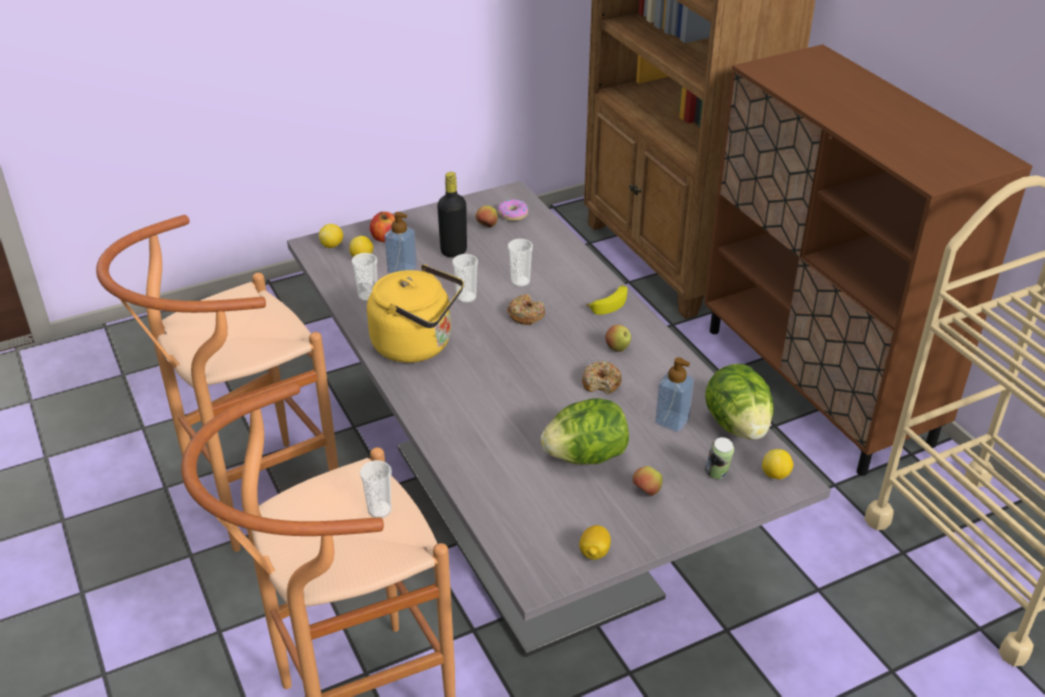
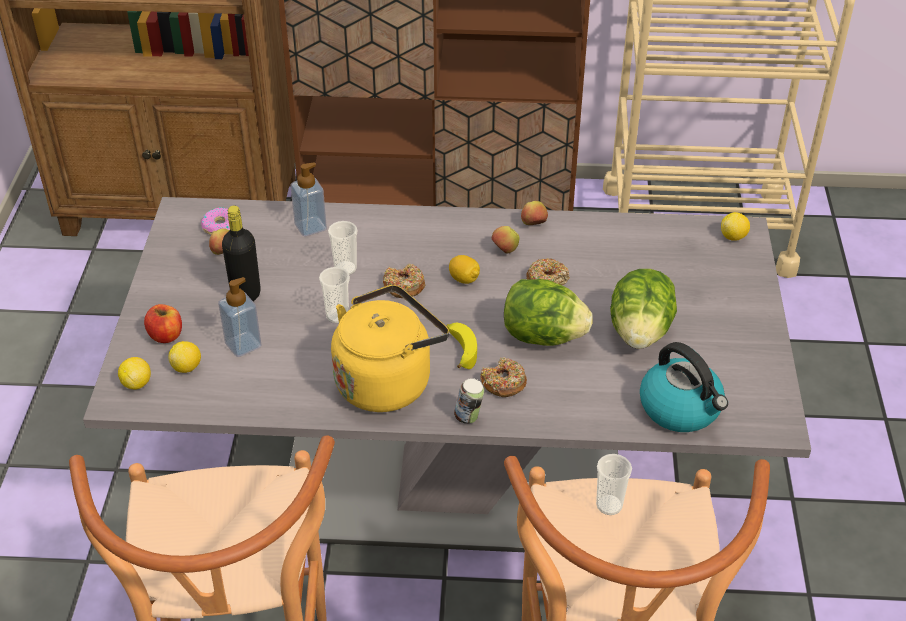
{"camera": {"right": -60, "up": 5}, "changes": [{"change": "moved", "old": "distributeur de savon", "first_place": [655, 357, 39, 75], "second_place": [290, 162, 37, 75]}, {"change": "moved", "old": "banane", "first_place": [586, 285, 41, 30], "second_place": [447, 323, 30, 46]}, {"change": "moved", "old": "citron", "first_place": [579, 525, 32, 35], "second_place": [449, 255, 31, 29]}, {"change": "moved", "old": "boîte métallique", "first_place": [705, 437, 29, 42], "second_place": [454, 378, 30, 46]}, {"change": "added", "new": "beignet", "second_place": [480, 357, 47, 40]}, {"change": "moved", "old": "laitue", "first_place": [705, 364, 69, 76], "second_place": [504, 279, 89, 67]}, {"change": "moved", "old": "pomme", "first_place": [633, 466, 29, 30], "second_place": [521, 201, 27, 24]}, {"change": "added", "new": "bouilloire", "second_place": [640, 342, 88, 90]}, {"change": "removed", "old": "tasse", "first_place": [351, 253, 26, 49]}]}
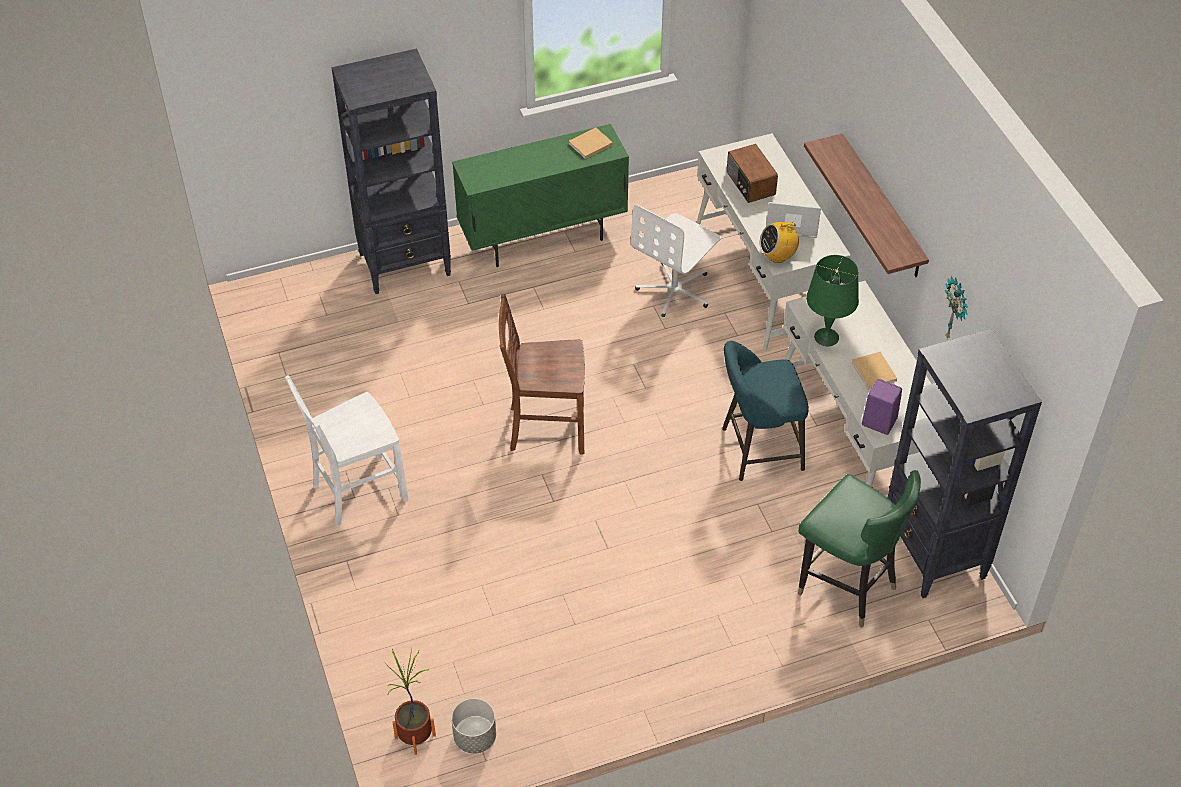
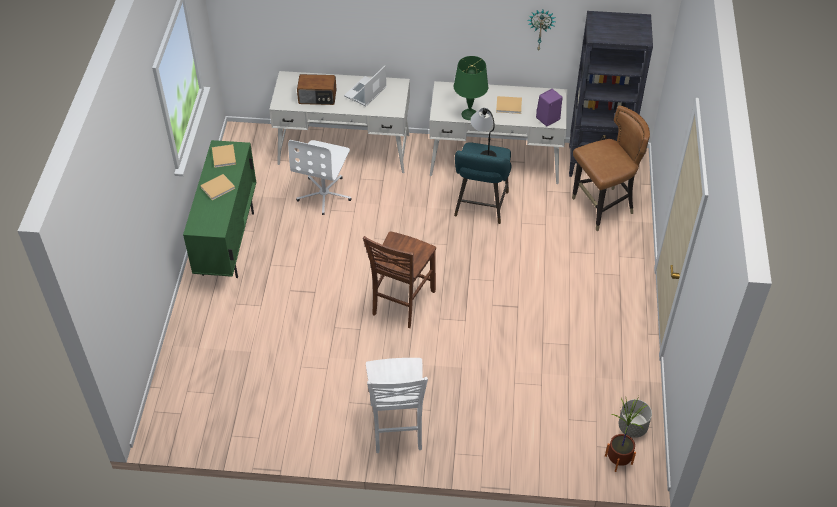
{"camera": {"right": -65, "up": 0}, "changes": [{"change": "added", "new": "livre/beige", "second_place": [200, 174, 35, 26]}, {"change": "turned", "old": "chaise de bureau/blanc", "first_place": [631, 204, 90, 113], "second_place": [288, 140, 64, 75], "degrees": 45}, {"change": "added", "new": "lampe de table", "second_place": [471, 108, 26, 49]}, {"change": "recoloured", "old": "chaise/vert", "new": "chaise/marron", "first_place": [798, 470, 123, 158], "second_place": [572, 106, 78, 125]}, {"change": "removed", "old": "bibliothèque/noir", "first_place": [331, 48, 120, 246]}, {"change": "removed", "old": "radio", "first_place": [760, 220, 39, 43]}, {"change": "removed", "old": "étagère", "first_place": [804, 133, 125, 144]}]}
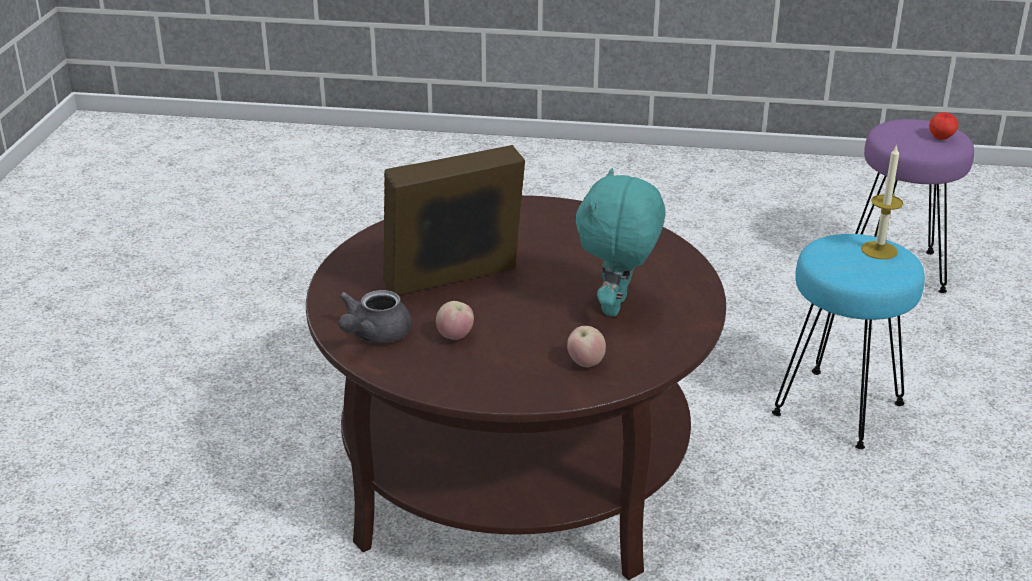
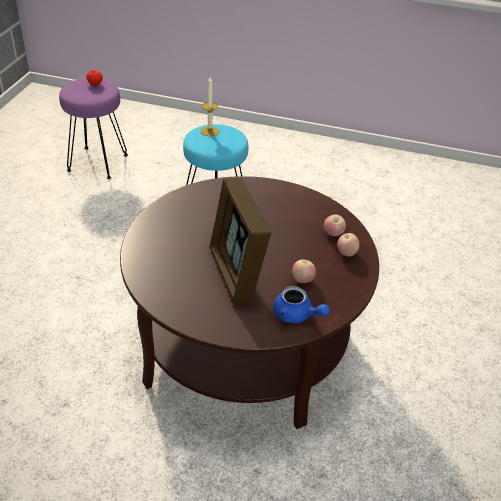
{"camera": {"right": -85, "up": 10}, "changes": [{"change": "recoloured", "old": "théière/gris", "new": "théière/bleu", "first_place": [339, 290, 73, 53], "second_place": [273, 286, 57, 37]}, {"change": "added", "new": "pomme", "second_place": [337, 233, 23, 24]}, {"change": "removed", "old": "peluche/turquoise", "first_place": [576, 168, 90, 148]}]}
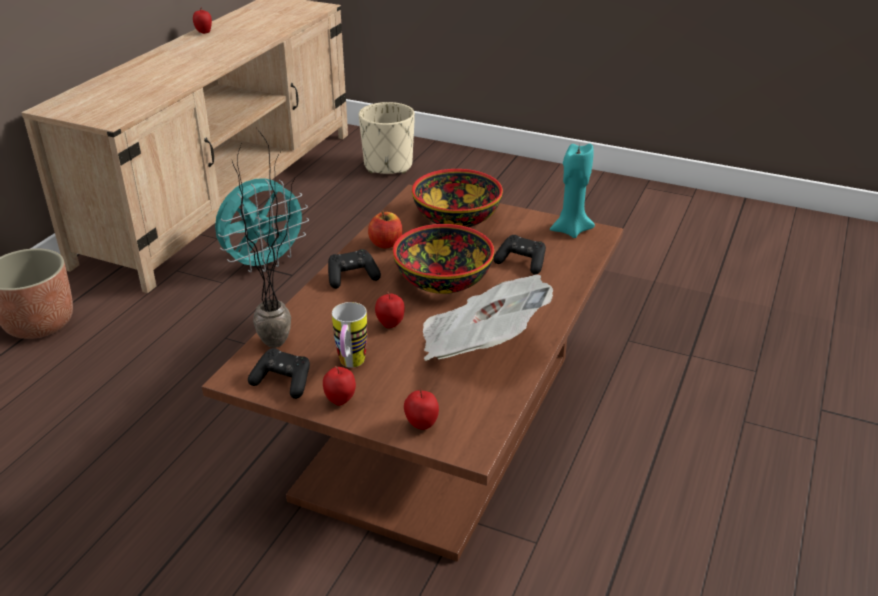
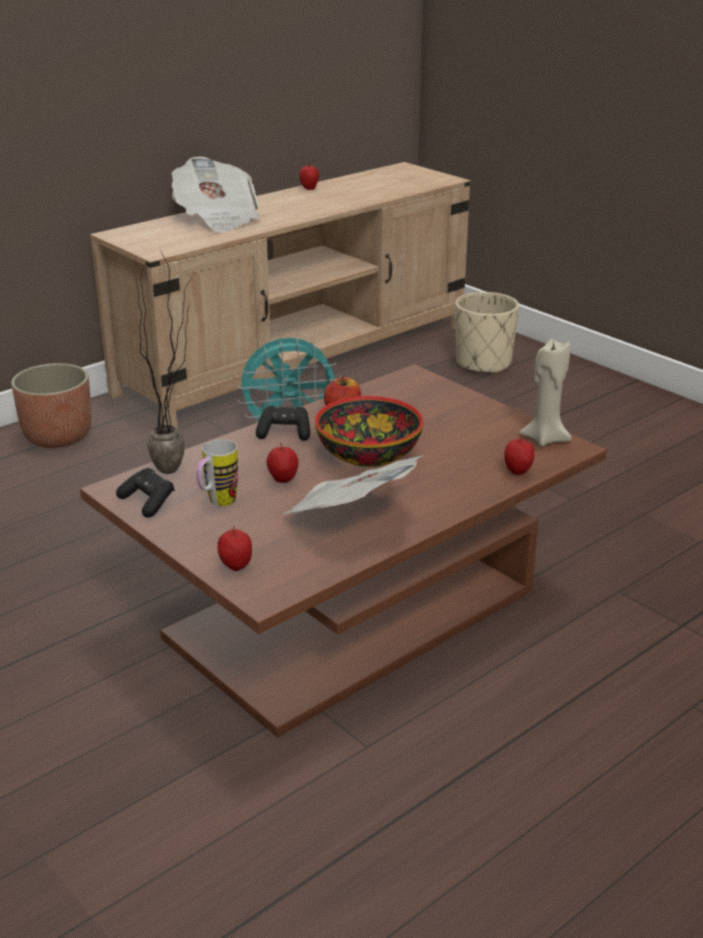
{"camera": {"right": 25, "up": -5}, "changes": [{"change": "added", "new": "journal", "second_place": [172, 157, 88, 76]}, {"change": "moved", "old": "pomme", "first_place": [323, 366, 33, 40], "second_place": [504, 436, 31, 39]}, {"change": "recoloured", "old": "bougie/turquoise", "new": "bougie/beige", "first_place": [550, 144, 45, 94], "second_place": [520, 339, 52, 108]}, {"change": "removed", "old": "bol", "first_place": [412, 169, 91, 58]}, {"change": "removed", "old": "manette/noir", "first_place": [493, 235, 53, 40]}]}
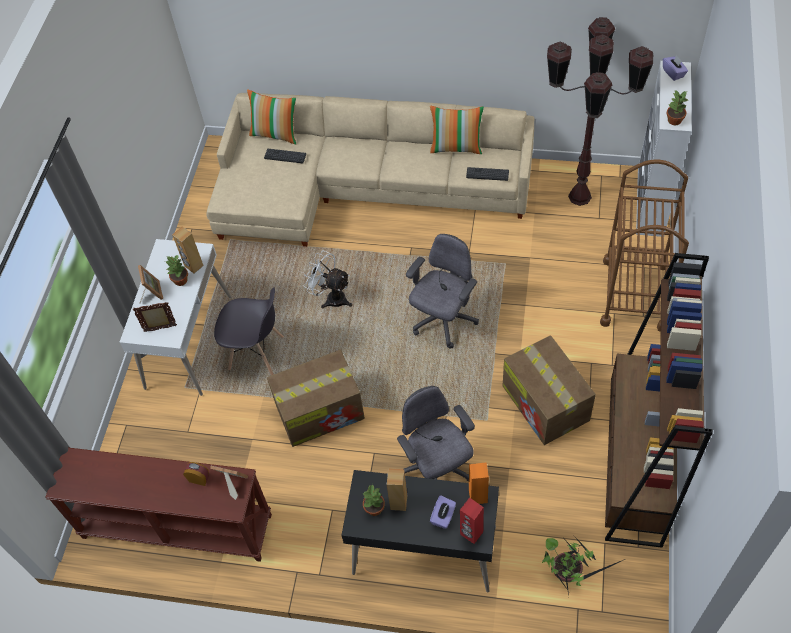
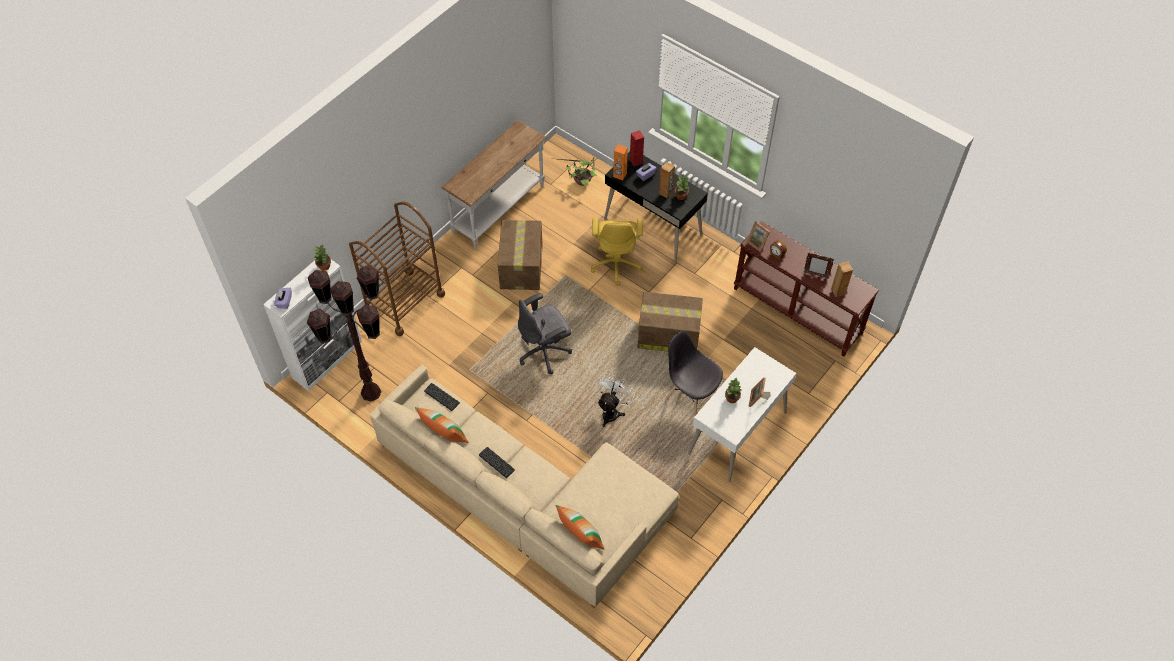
{"camera": {"right": -155, "up": 0}, "changes": [{"change": "replaced", "old": "bibliothèque/marron", "new": "table console/blanc", "first_place": [605, 253, 108, 295], "second_place": [442, 120, 105, 129]}, {"change": "moved", "old": "clavier", "first_place": [264, 149, 42, 14], "second_place": [479, 447, 36, 31]}, {"change": "recoloured", "old": "chaise de bureau/gris", "new": "chaise de bureau/jaune", "first_place": [397, 386, 78, 96], "second_place": [591, 218, 52, 68]}, {"change": "turned", "old": "ventilateur/blanc", "first_place": [303, 251, 49, 58], "second_place": [597, 374, 38, 53], "degrees": -120}, {"change": "moved", "old": "cadre photo", "first_place": [133, 302, 44, 30], "second_place": [804, 253, 30, 26]}, {"change": "moved", "old": "enceinte/marron", "first_place": [172, 227, 32, 47], "second_place": [831, 261, 22, 36]}]}
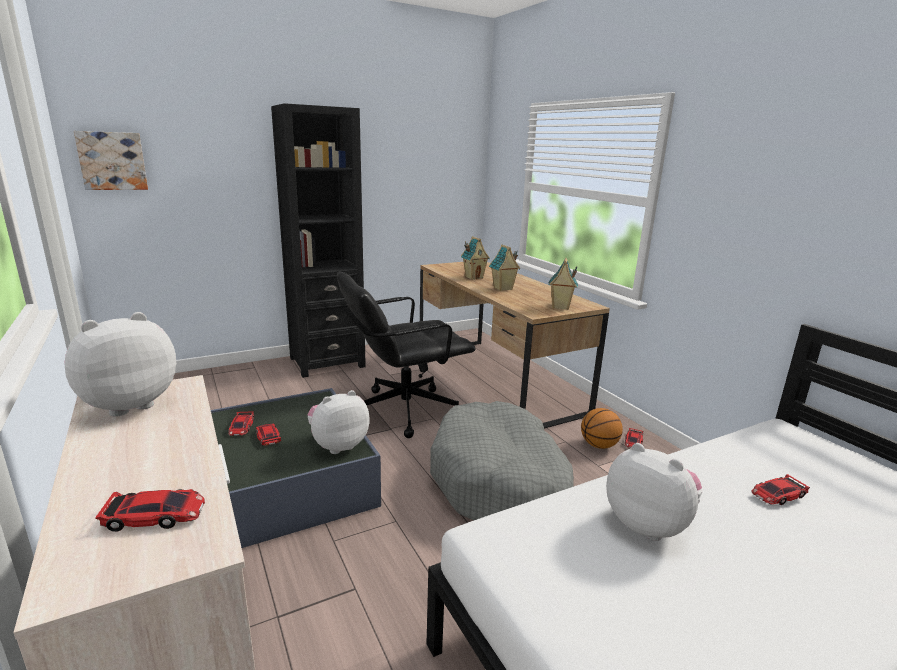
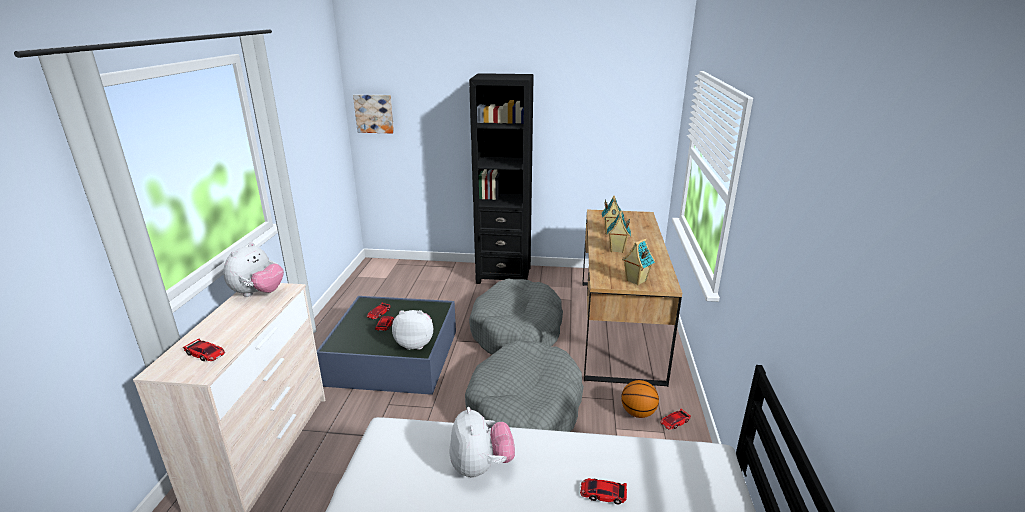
{"camera": {"right": 35, "up": 5}, "changes": [{"change": "turned", "old": "peluche", "first_place": [64, 312, 112, 105], "second_place": [223, 242, 61, 55], "degrees": 120}, {"change": "replaced", "old": "chaise de bureau/noir", "new": "panier pour chien/gris", "first_place": [337, 271, 139, 167], "second_place": [469, 278, 94, 77]}]}
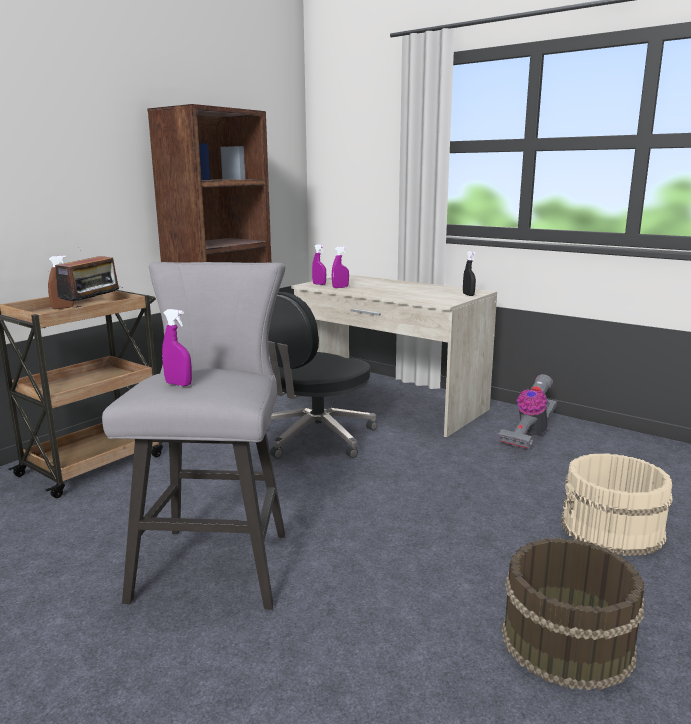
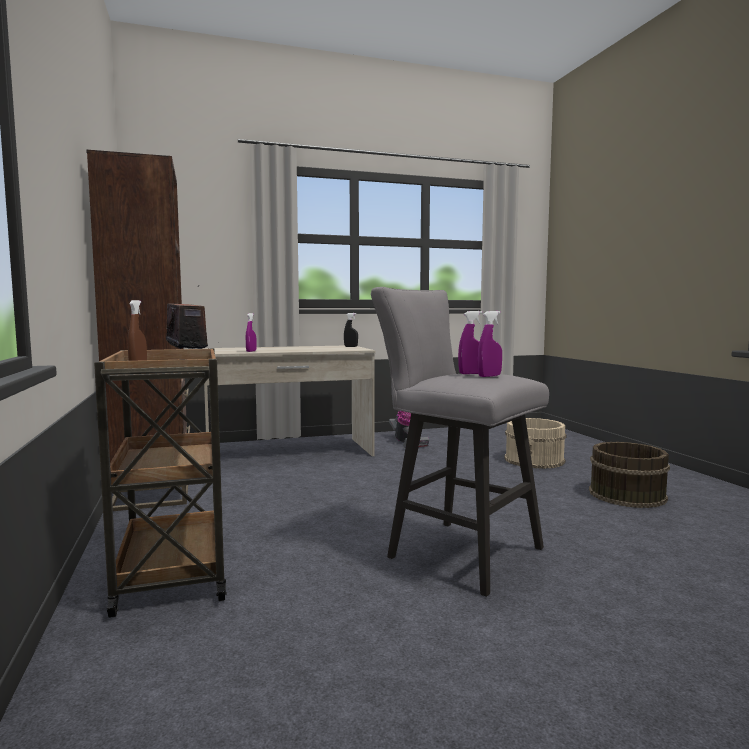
{"camera": {"right": -55, "up": -10}, "changes": [{"change": "moved", "old": "vaporisateur/violet", "first_place": [312, 244, 14, 41], "second_place": [458, 311, 25, 63]}, {"change": "removed", "old": "chaise de bureau/noir", "first_place": [267, 292, 110, 166]}]}
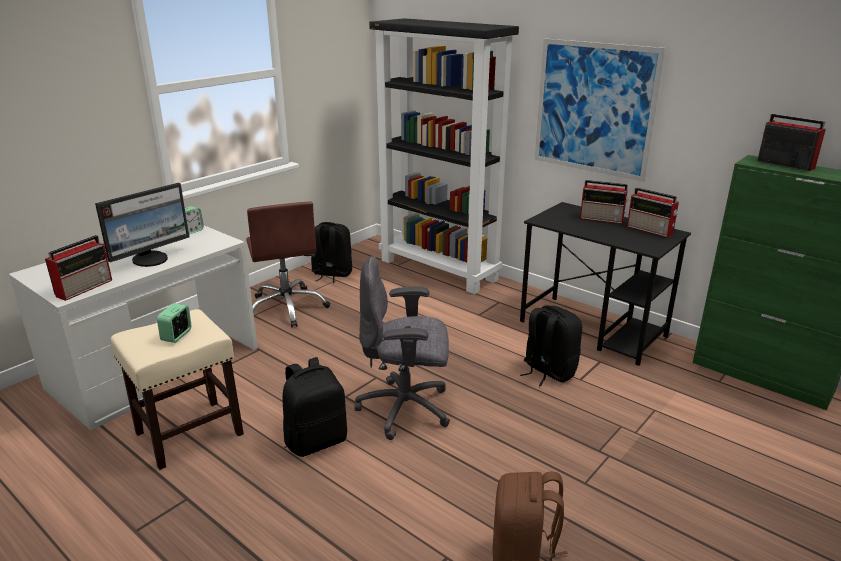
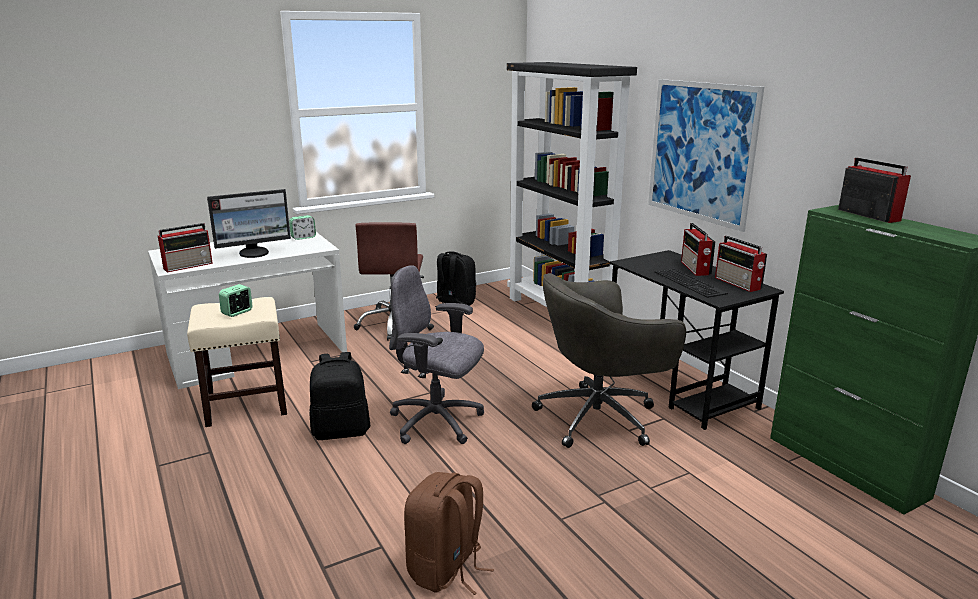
{"camera": {"right": 20, "up": -5}, "changes": [{"change": "replaced", "old": "sac à dos/noir", "new": "chaise de bureau/gris", "first_place": [520, 305, 62, 82], "second_place": [532, 273, 154, 175]}, {"change": "added", "new": "clavier", "second_place": [654, 268, 74, 30]}, {"change": "turned", "old": "radio", "first_place": [580, 180, 49, 44], "second_place": [681, 223, 34, 53], "degrees": 45}]}
